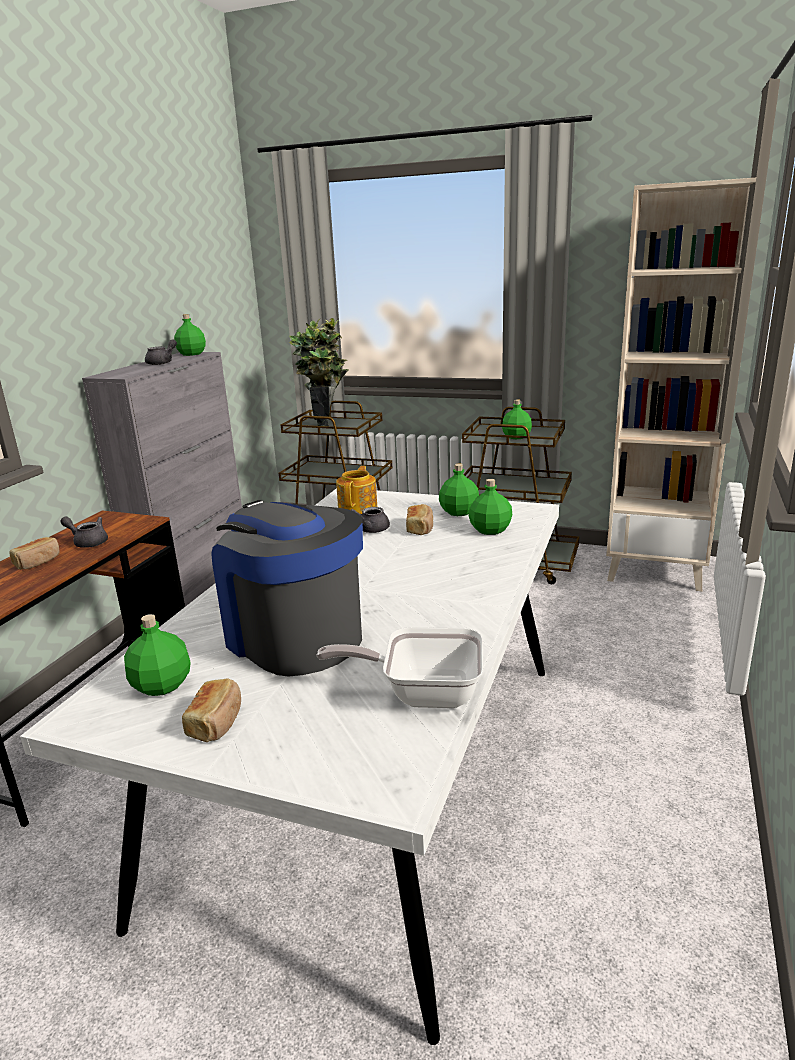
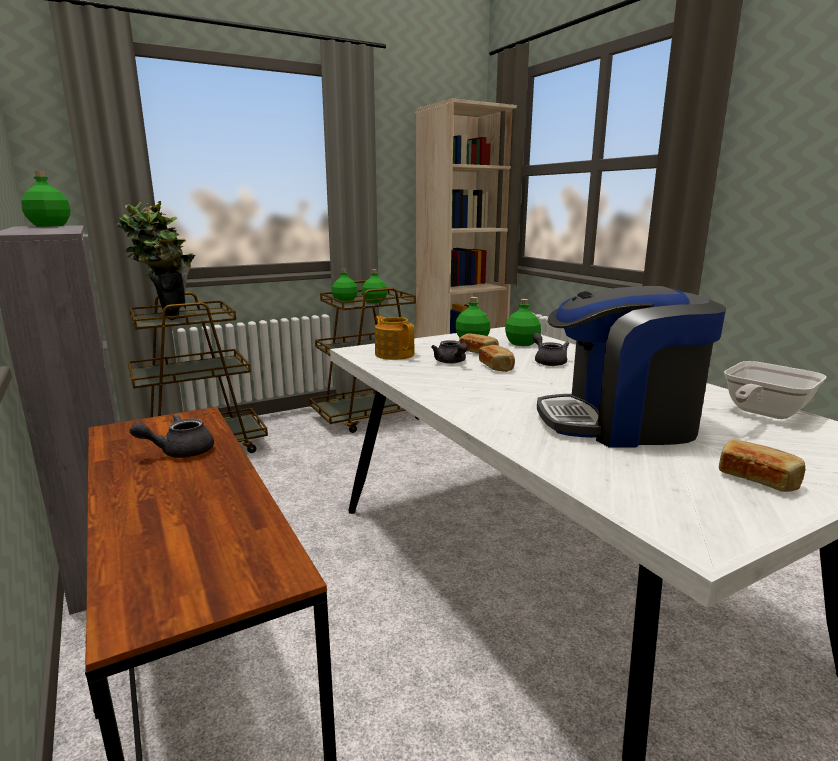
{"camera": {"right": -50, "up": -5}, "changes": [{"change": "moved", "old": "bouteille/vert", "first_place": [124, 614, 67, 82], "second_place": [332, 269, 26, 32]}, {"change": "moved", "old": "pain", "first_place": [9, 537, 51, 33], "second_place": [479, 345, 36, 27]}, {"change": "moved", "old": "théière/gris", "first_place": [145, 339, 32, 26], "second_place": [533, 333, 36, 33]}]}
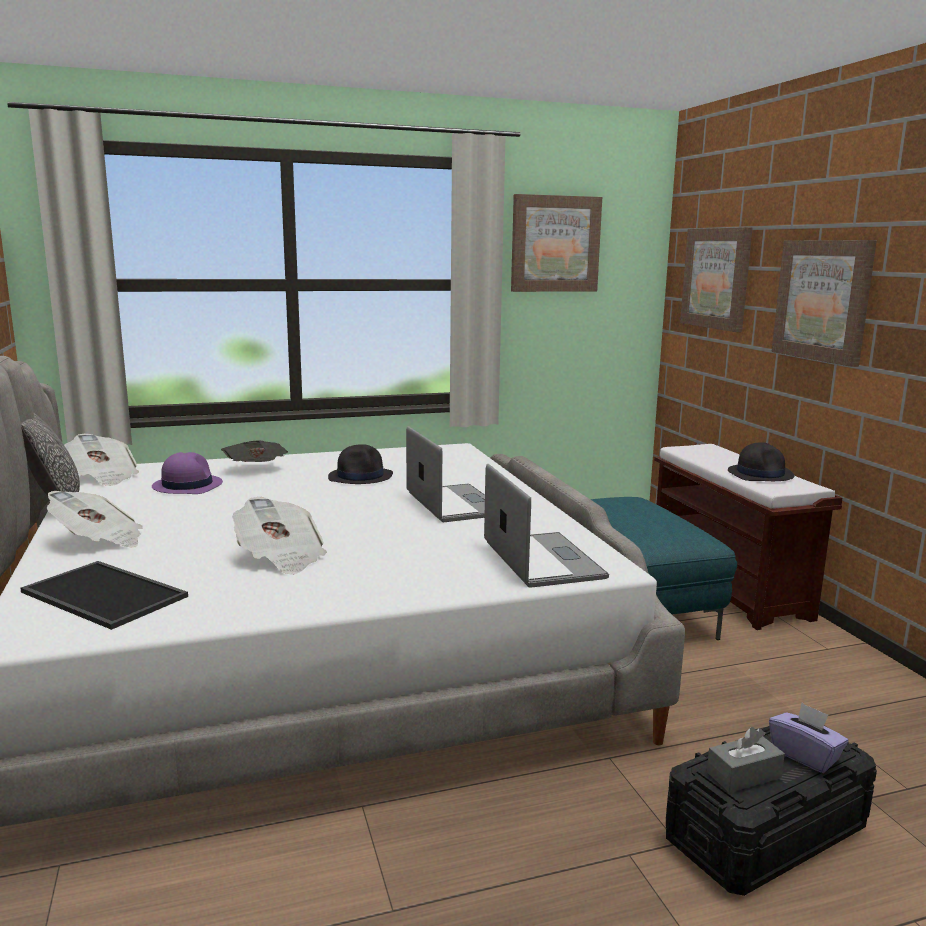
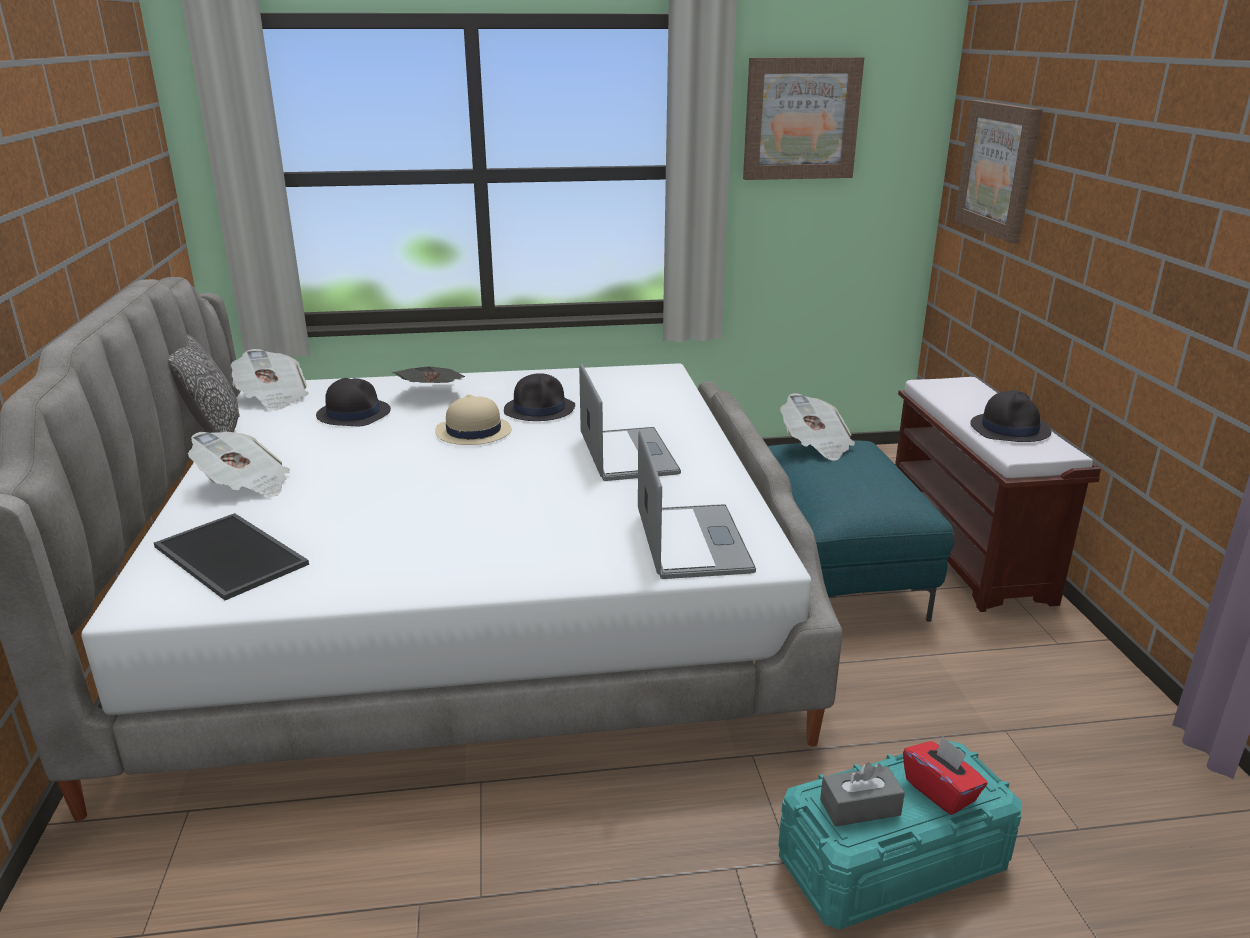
{"camera": {"right": 10, "up": 10}, "changes": [{"change": "recoloured", "old": "chapeau/violet", "new": "chapeau/noir", "first_place": [152, 452, 71, 42], "second_place": [316, 378, 75, 48]}, {"change": "added", "new": "chapeau/beige", "second_place": [435, 394, 77, 51]}, {"change": "recoloured", "old": "boîte de rangement/noir", "new": "boîte de rangement/turquoise", "first_place": [666, 726, 211, 170], "second_place": [778, 741, 244, 189]}, {"change": "moved", "old": "journal", "first_place": [232, 497, 95, 78], "second_place": [780, 393, 75, 68]}, {"change": "recoloured", "old": "boîte à mouchoirs/violet", "new": "boîte à mouchoirs/rouge", "first_place": [769, 703, 80, 70], "second_place": [903, 736, 85, 79]}, {"change": "removed", "old": "tableau", "first_place": [772, 240, 105, 127]}]}
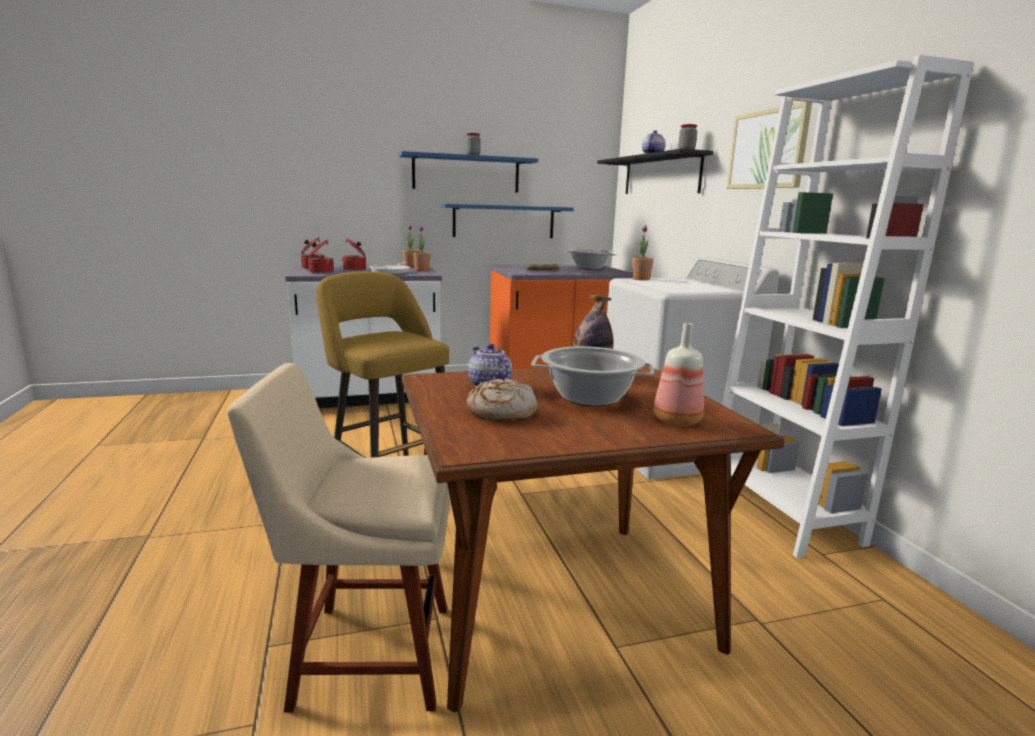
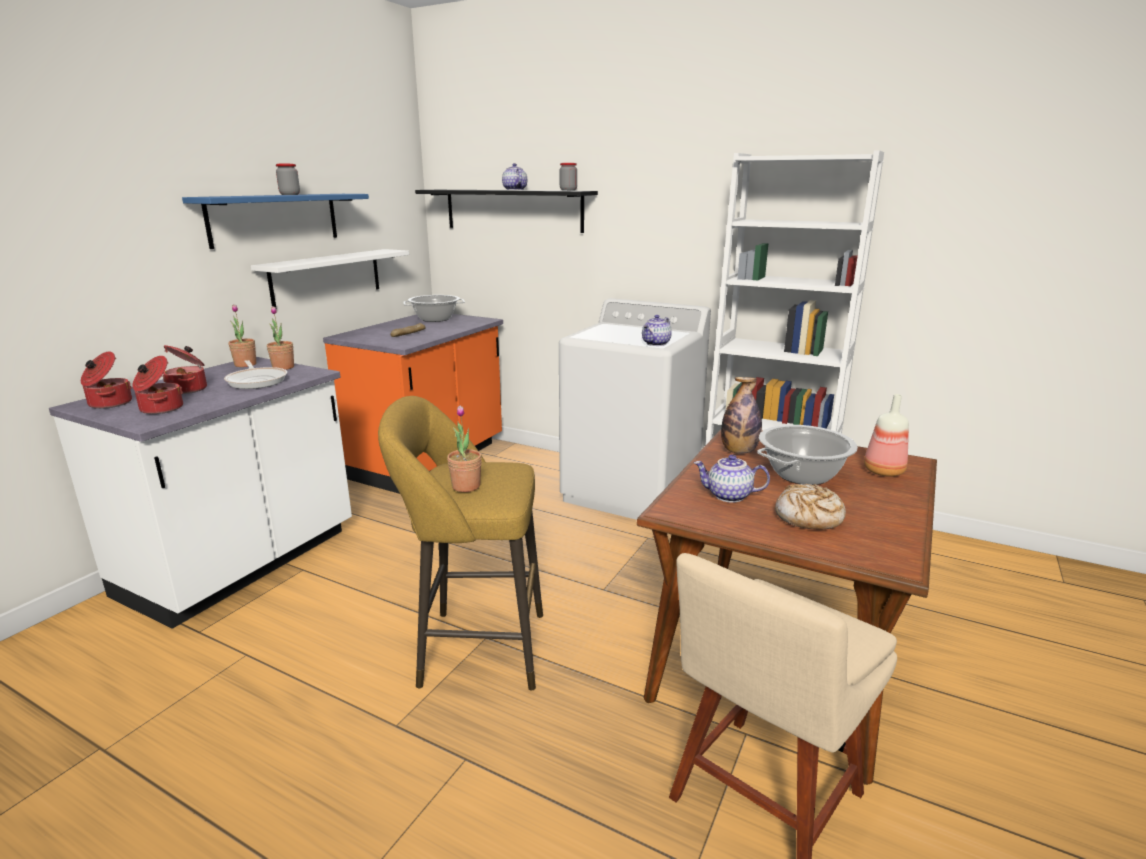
{"camera": {"right": -45, "up": 5}, "changes": [{"change": "recoloured", "old": "étagère/bleu", "new": "étagère/blanc", "first_place": [441, 204, 133, 34], "second_place": [251, 249, 158, 60]}, {"change": "moved", "old": "plante en pot", "first_place": [632, 225, 22, 55], "second_place": [447, 406, 35, 86]}, {"change": "added", "new": "théière", "second_place": [642, 315, 30, 31]}, {"change": "removed", "old": "tableau", "first_place": [727, 102, 85, 87]}]}
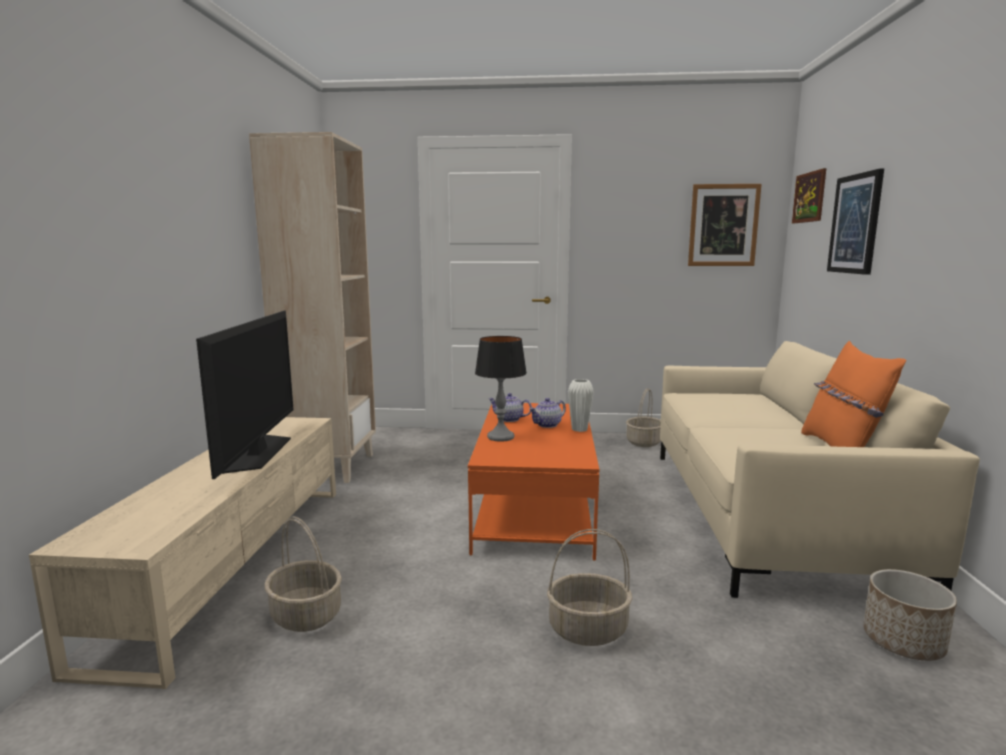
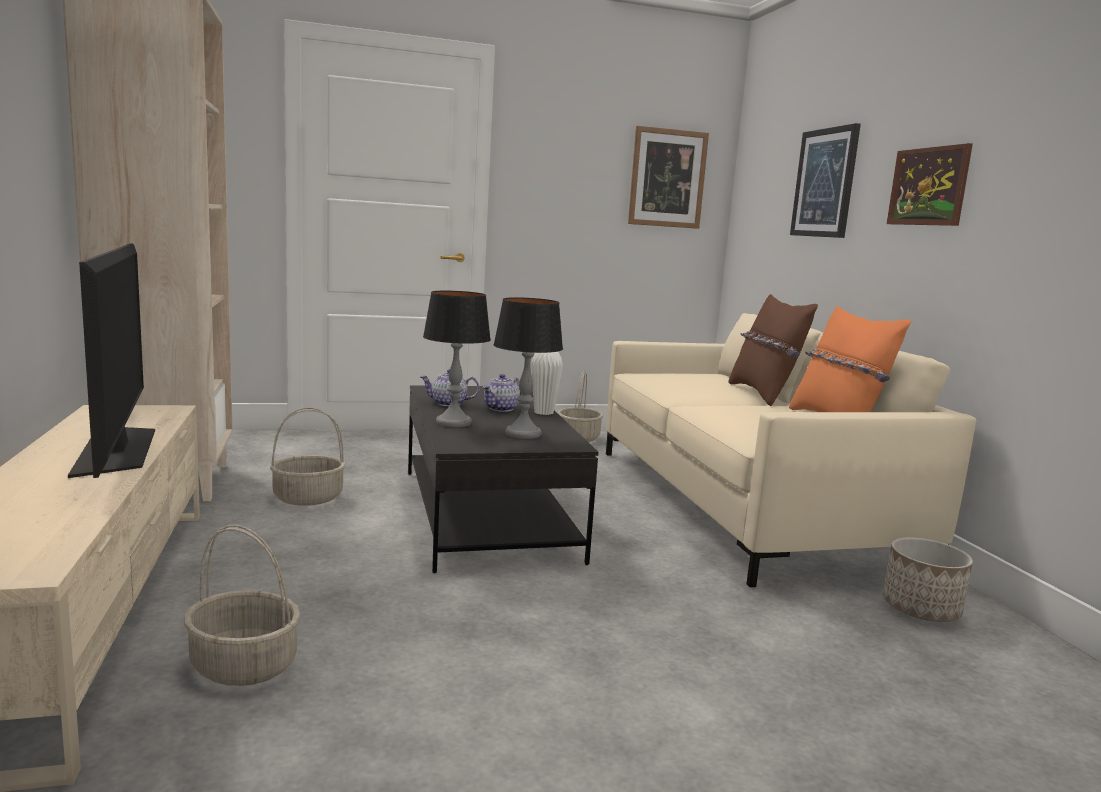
{"camera": {"right": -20, "up": 0}, "changes": [{"change": "moved", "old": "panier", "first_place": [547, 529, 86, 117], "second_place": [270, 408, 76, 98]}, {"change": "recoloured", "old": "table basse/orange", "new": "table basse/noir", "first_place": [468, 403, 131, 158], "second_place": [408, 385, 190, 188]}, {"change": "added", "new": "lampe de table", "second_place": [494, 297, 69, 142]}, {"change": "added", "new": "coussin/marron", "second_place": [728, 294, 90, 112]}, {"change": "moved", "old": "tableau", "first_place": [792, 168, 34, 55], "second_place": [887, 143, 86, 83]}]}
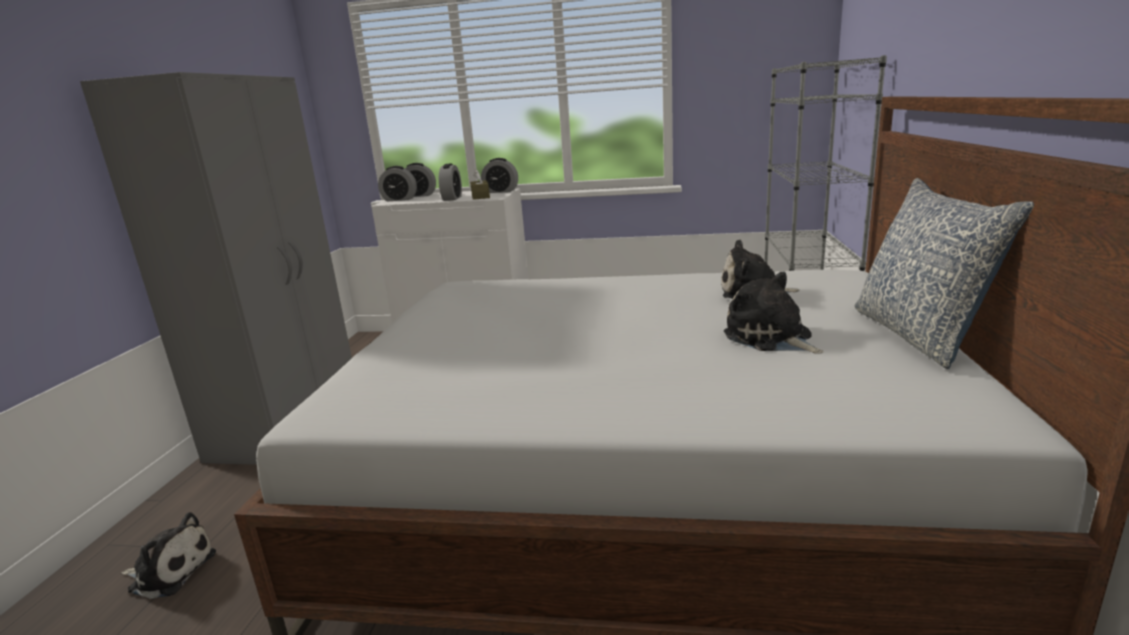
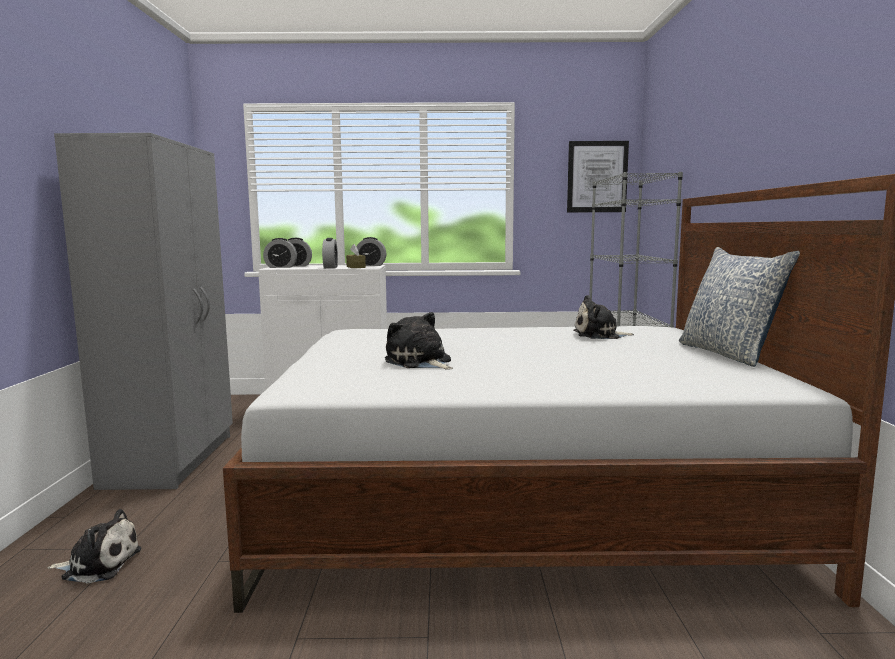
{"camera": {"right": -10, "up": -10}, "changes": [{"change": "moved", "old": "peluche", "first_place": [724, 272, 100, 81], "second_place": [385, 312, 68, 58]}, {"change": "added", "new": "tableau", "second_place": [567, 141, 62, 72]}]}
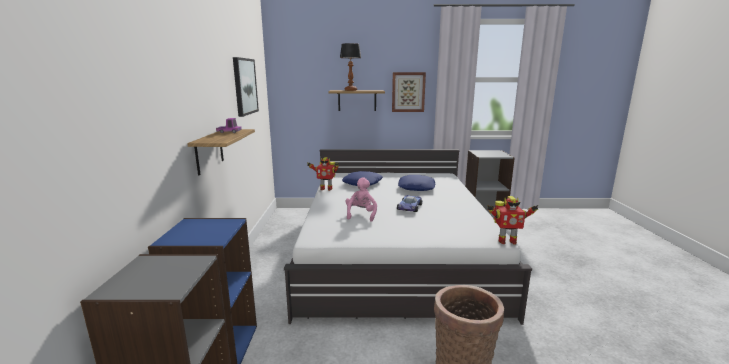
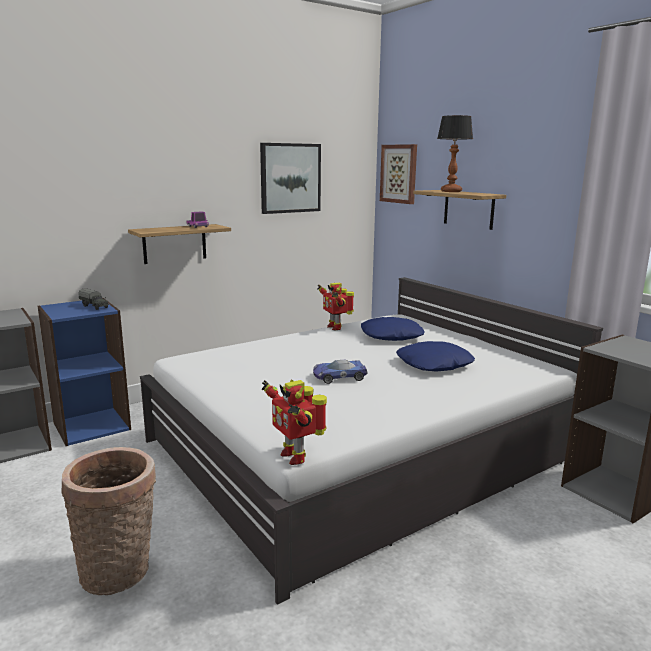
{"camera": {"right": 55, "up": 0}, "changes": [{"change": "added", "new": "camion jouet", "second_place": [78, 288, 31, 22]}, {"change": "moved", "old": "tableau", "first_place": [392, 72, 34, 40], "second_place": [380, 144, 37, 60]}, {"change": "removed", "old": "peluche/rose", "first_place": [346, 177, 31, 45]}]}
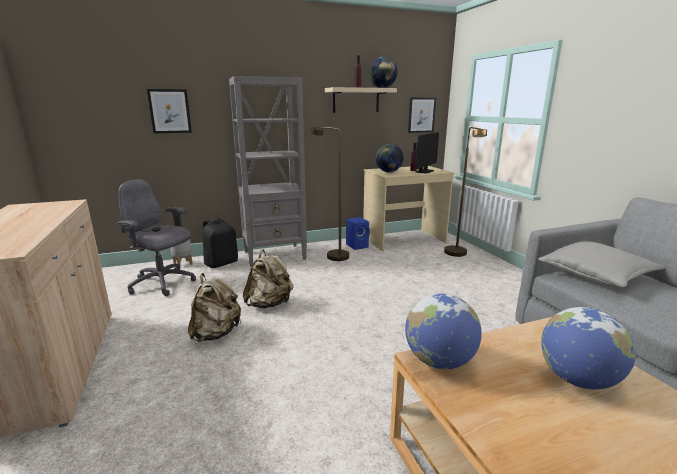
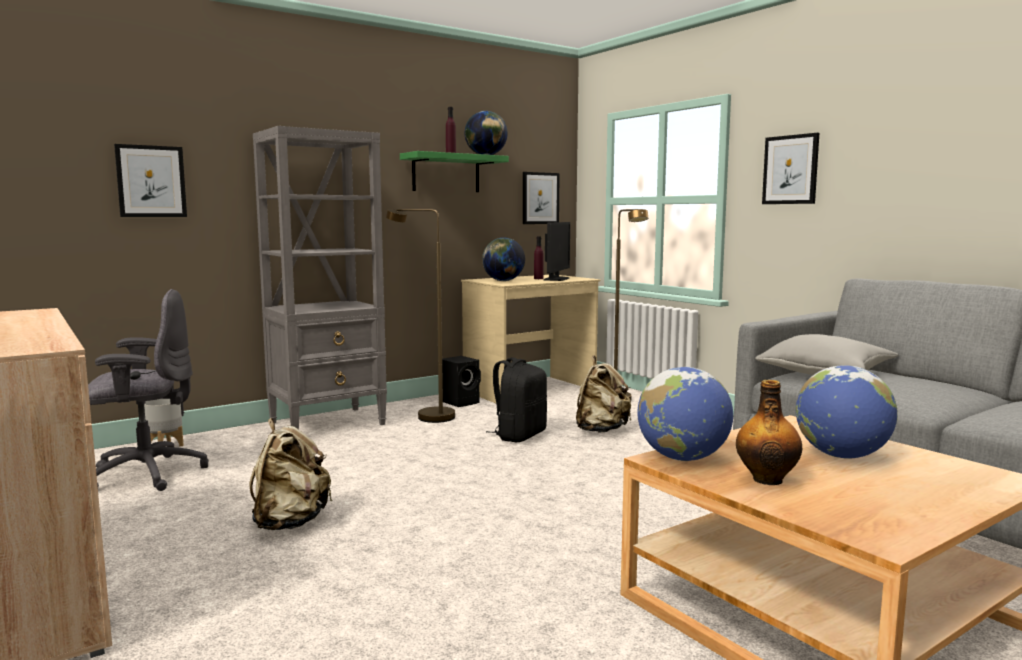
{"camera": {"right": -15, "up": -10}, "changes": [{"change": "turned", "old": "chaise de bureau/gris", "first_place": [117, 180, 79, 116], "second_place": [88, 289, 120, 202], "degrees": 150}, {"change": "recoloured", "old": "étagère/beige", "new": "étagère/vert", "first_place": [325, 87, 72, 26], "second_place": [400, 151, 109, 41]}, {"change": "recoloured", "old": "enceinte/bleu", "new": "enceinte/noir", "first_place": [346, 217, 24, 33], "second_place": [442, 356, 39, 51]}, {"change": "moved", "old": "sac à dos/noir", "first_place": [203, 218, 35, 50], "second_place": [486, 357, 61, 86]}, {"change": "moved", "old": "sac à dos/beige", "first_place": [243, 250, 51, 59], "second_place": [576, 355, 56, 78]}, {"change": "added", "new": "bouteille", "second_place": [736, 380, 66, 105]}, {"change": "added", "new": "tableau", "second_place": [762, 133, 57, 71]}]}
